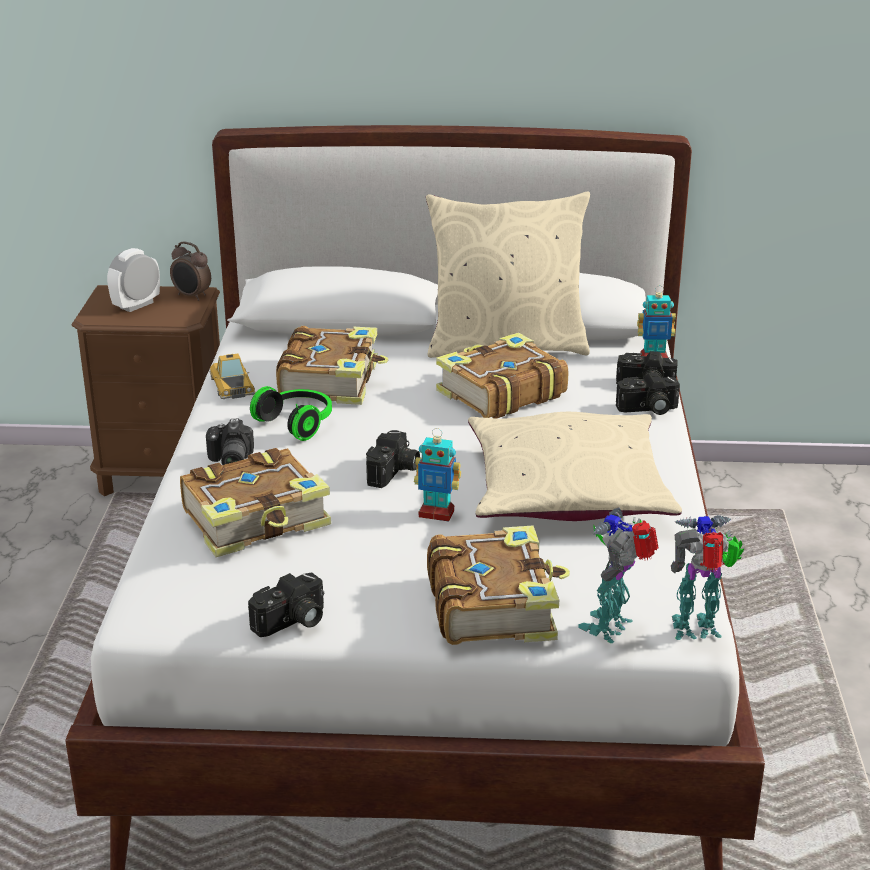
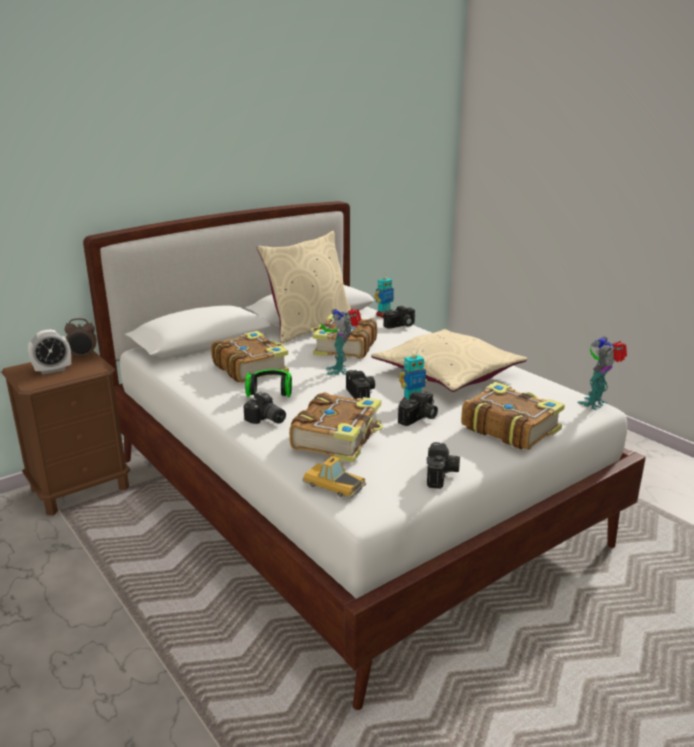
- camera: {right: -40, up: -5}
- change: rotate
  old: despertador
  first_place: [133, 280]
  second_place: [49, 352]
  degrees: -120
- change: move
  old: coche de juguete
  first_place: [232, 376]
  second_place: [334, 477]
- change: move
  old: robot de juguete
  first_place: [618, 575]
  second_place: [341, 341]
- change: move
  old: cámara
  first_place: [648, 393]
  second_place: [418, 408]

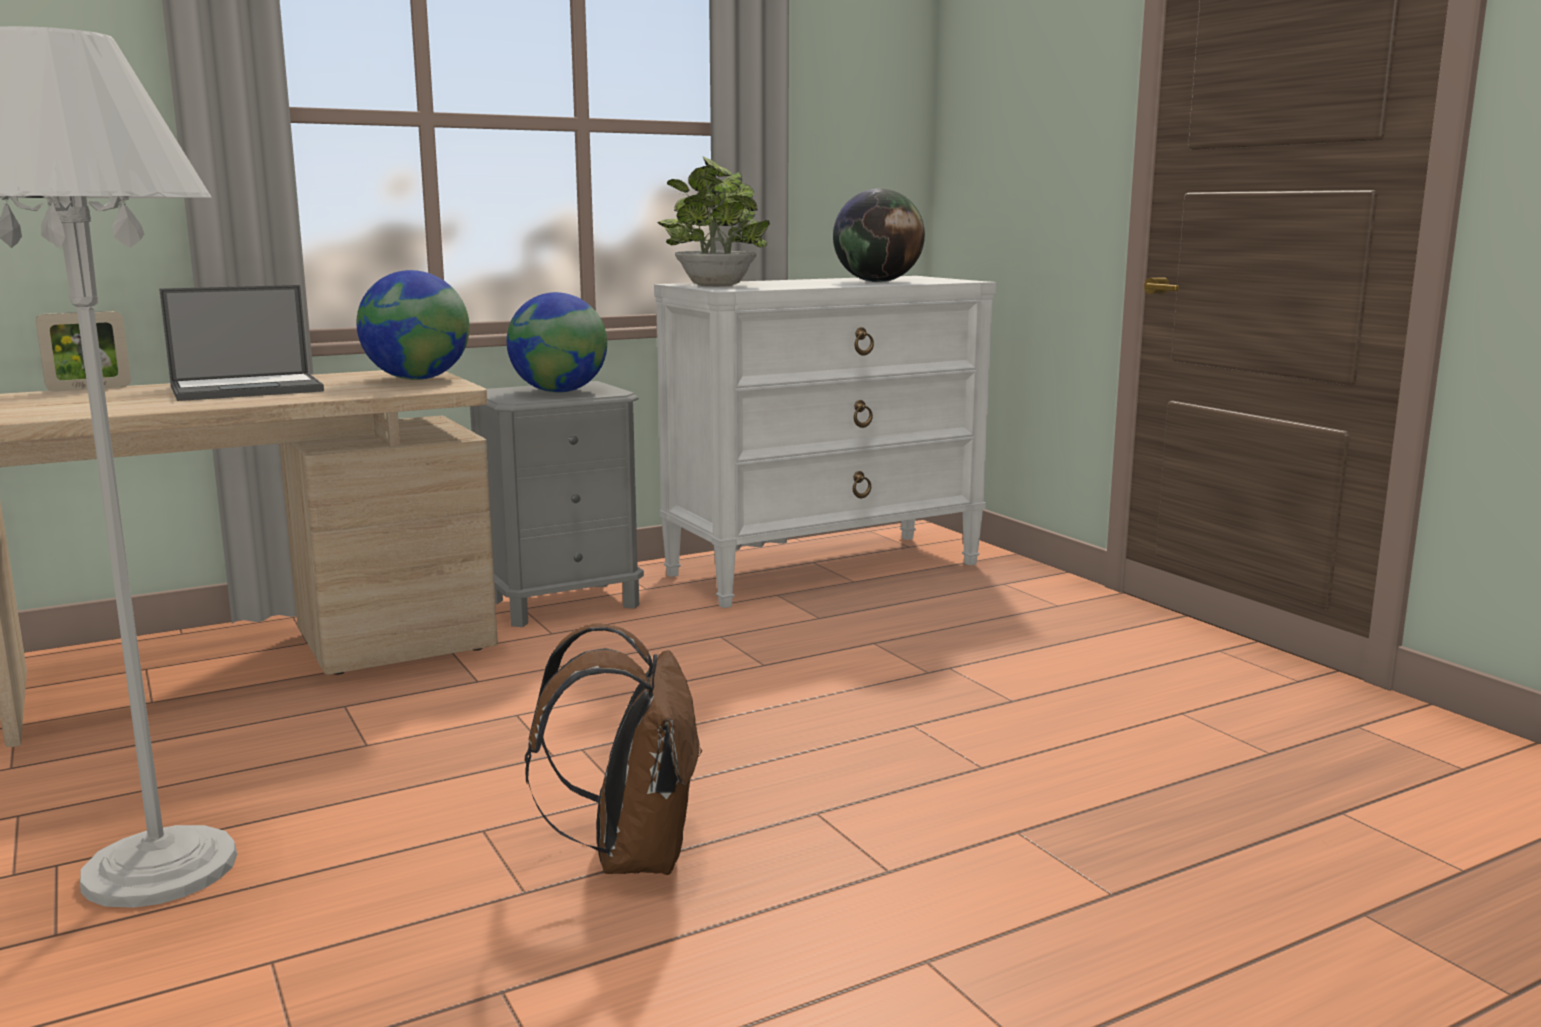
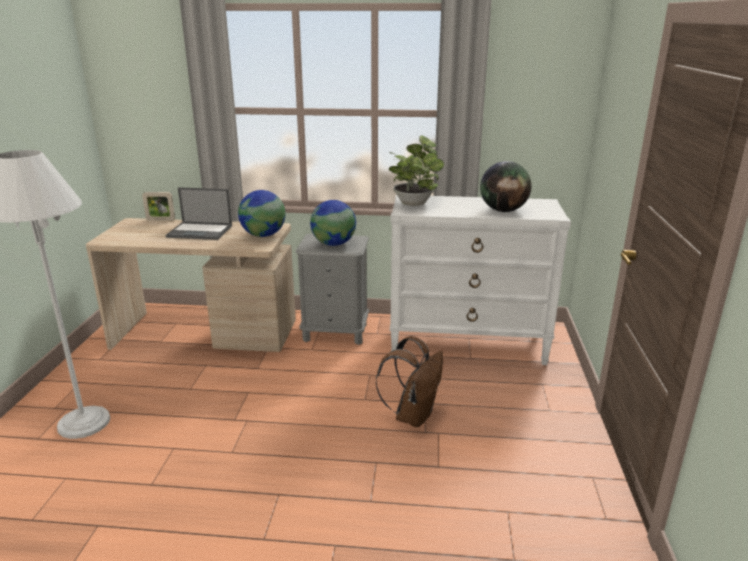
- camera: {right: 35, up: 10}
- change: move
  old: mochila/marrón
  first_place: [613, 749]
  second_place: [409, 381]

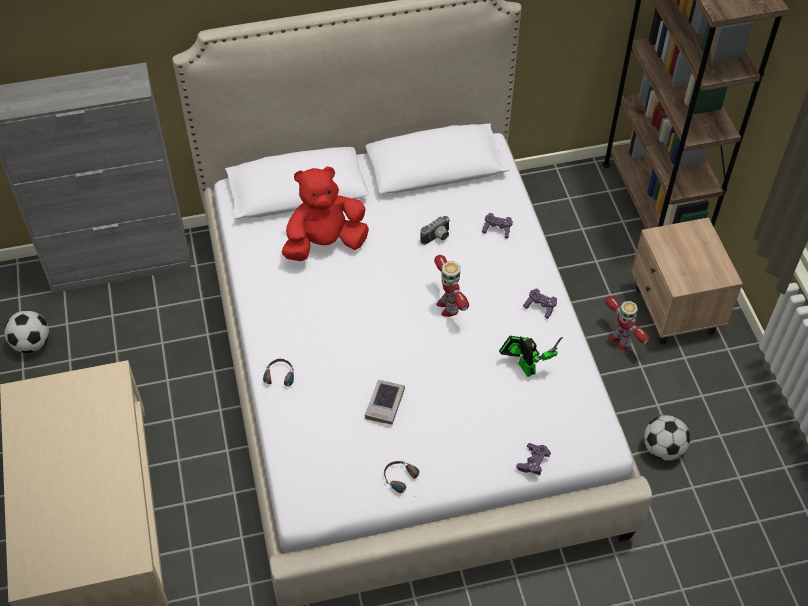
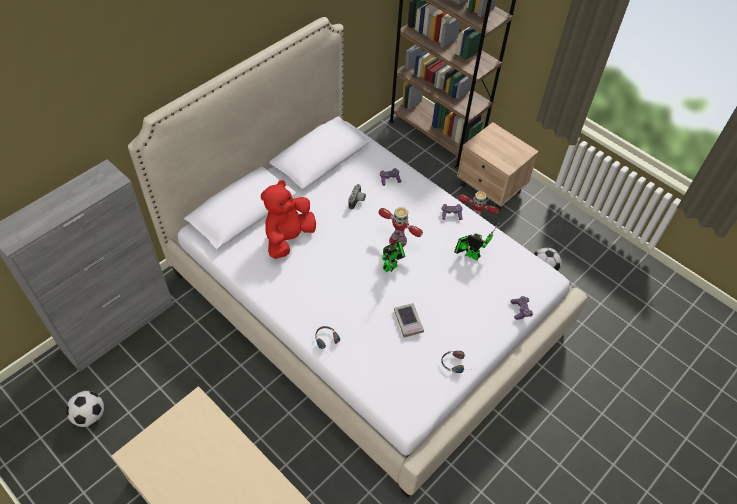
- camera: {right: -35, up: 0}
- change: insert
  new: robot de juguete
  second_place: [393, 256]

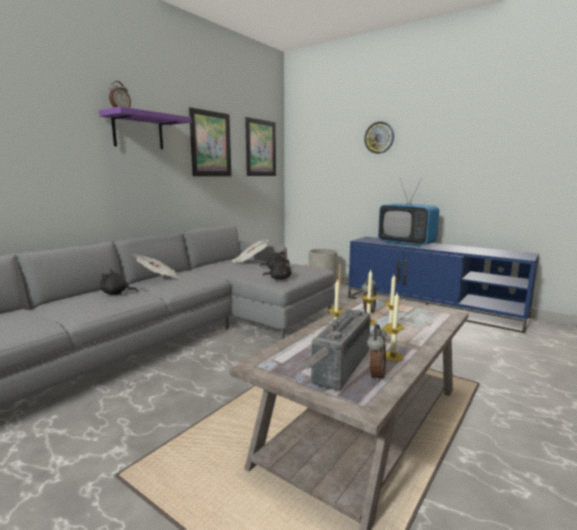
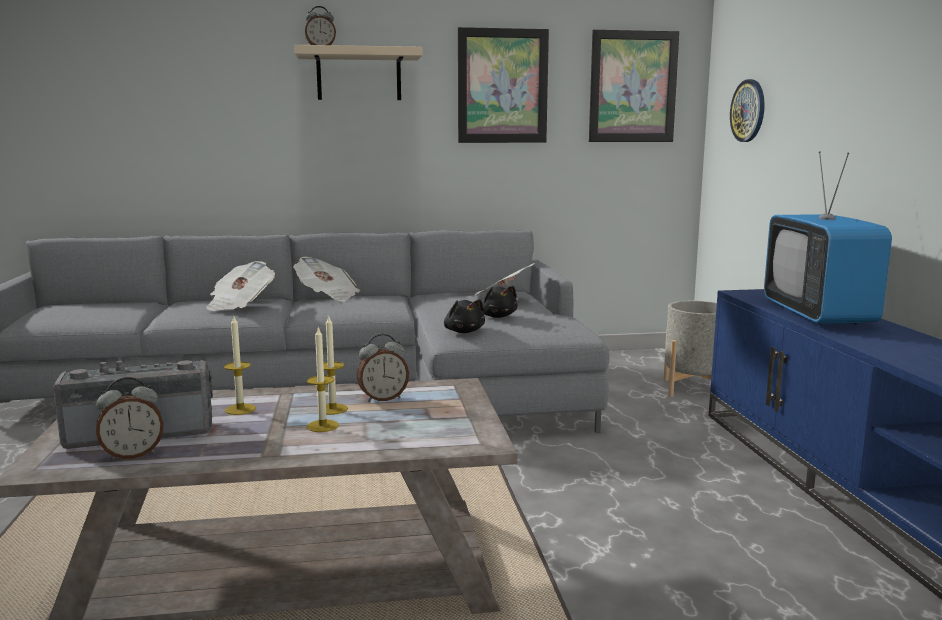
- camera: {right: 45, up: 0}
- change: recolor
  old: estante/morado
  new: estante/beis
  first_place: [145, 127]
  second_place: [358, 72]
- change: replace
  old: peluche/negro
  new: periódico
  first_place: [119, 282]
  second_place: [240, 286]
- change: move
  old: reloj de pared
  first_place: [379, 138]
  second_place: [747, 110]
- change: delete
  old: vela
  first_place: [395, 327]

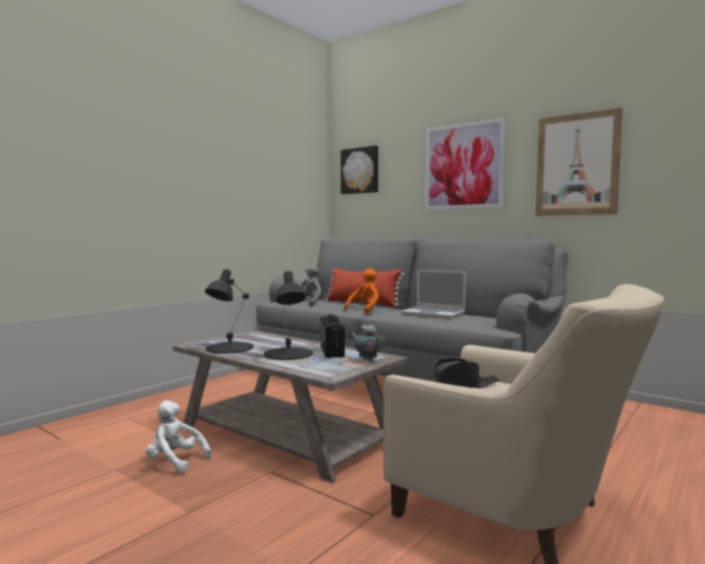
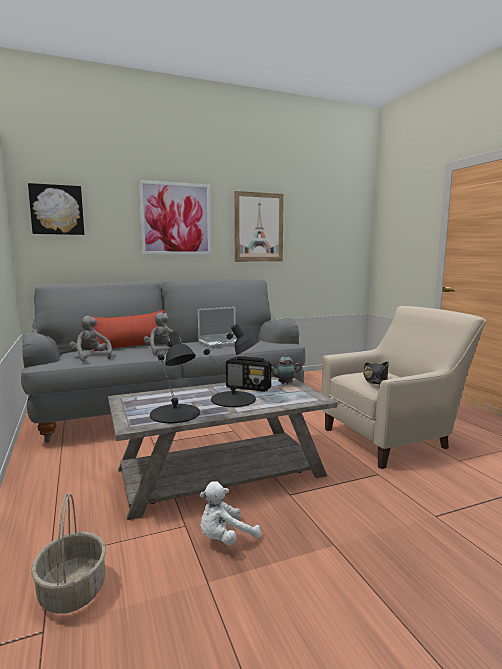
- camera: {right: -60, up: 5}
- change: recolor
  old: peluche/naranja
  new: peluche/gris
  first_place: [361, 291]
  second_place: [162, 333]
- change: insert
  new: cesta
  second_place: [68, 554]

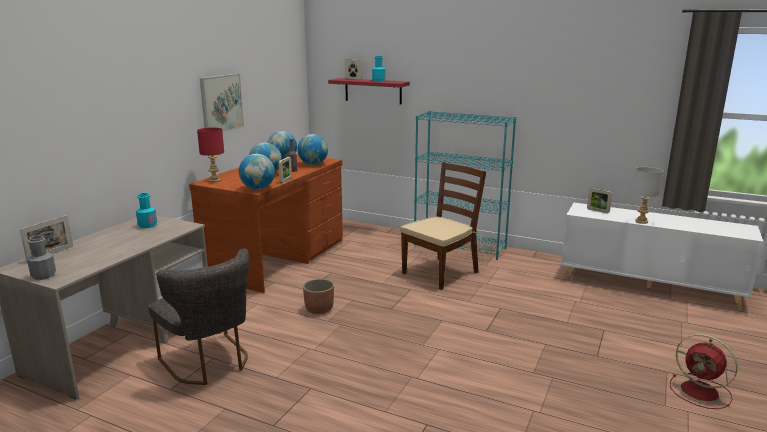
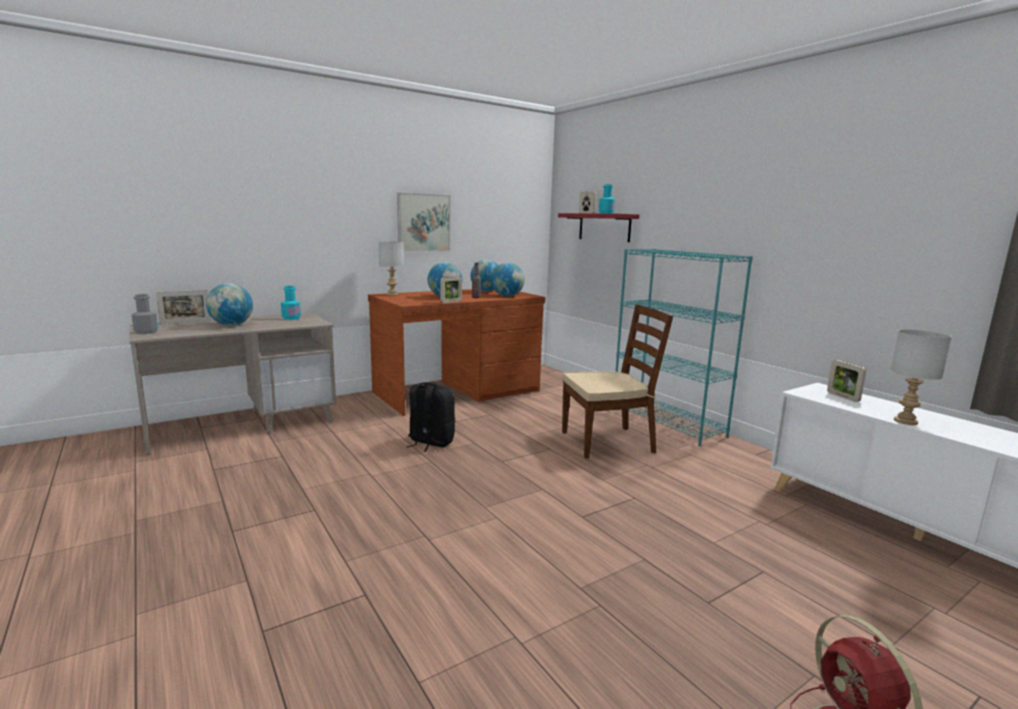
- camera: {right: 30, up: -5}
- change: delete
  old: silla/gris
  first_place: [198, 316]
- change: recolor
  old: lámpara de mesa/rojo
  new: lámpara de mesa/gris
  first_place: [210, 155]
  second_place: [391, 268]
- change: move
  old: globo terráqueo
  first_place: [257, 172]
  second_place: [229, 304]
- change: replace
  old: maceta
  new: mochila/negro
  first_place: [318, 296]
  second_place: [431, 417]

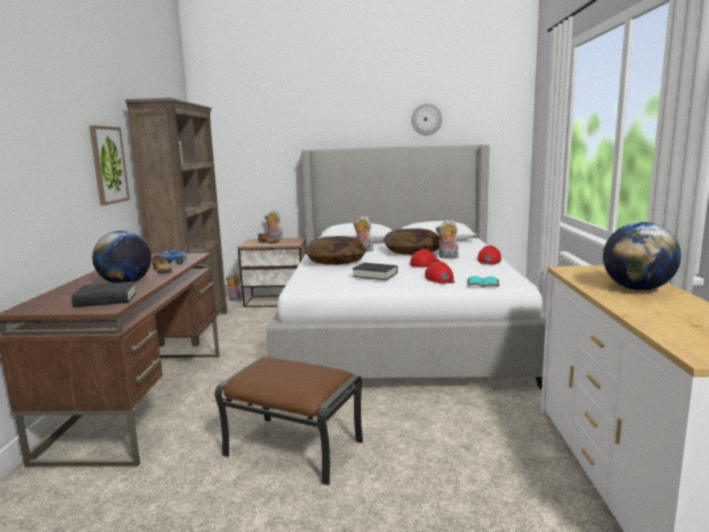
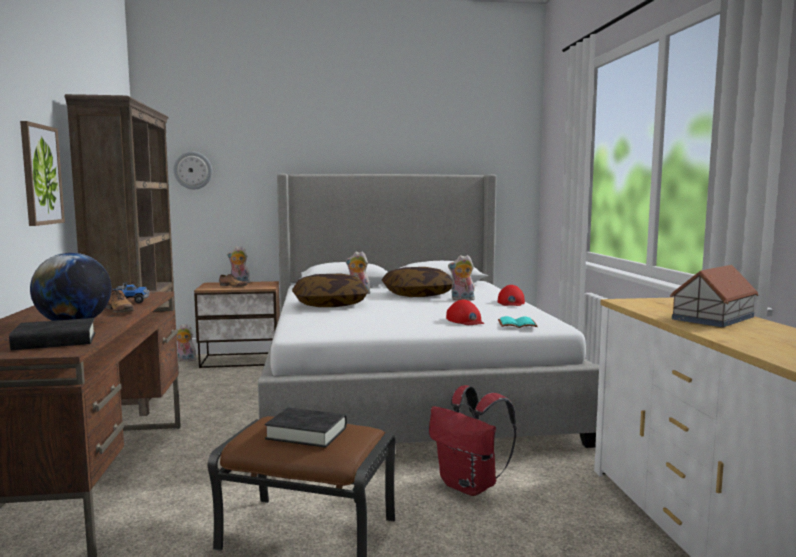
- camera: {right: -10, up: -5}
- change: move
  old: libro/negro
  first_place: [375, 271]
  second_place: [306, 428]
- change: delete
  old: gorra/rojo
  first_place: [425, 258]
- change: move
  old: reloj de pared
  first_place: [426, 119]
  second_place: [192, 170]
- change: replace
  old: globo terráqueo
  new: casita
  first_place: [642, 256]
  second_place: [714, 296]
- change: insert
  new: mochila/rojo
  second_place: [473, 440]

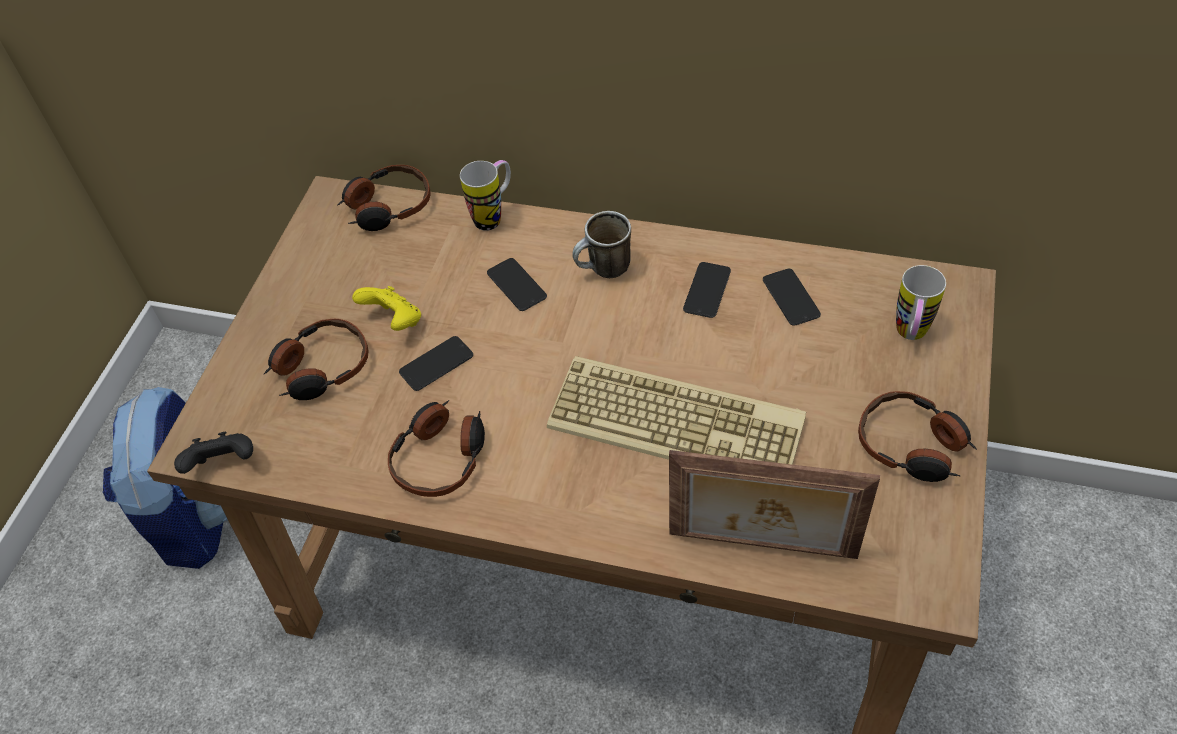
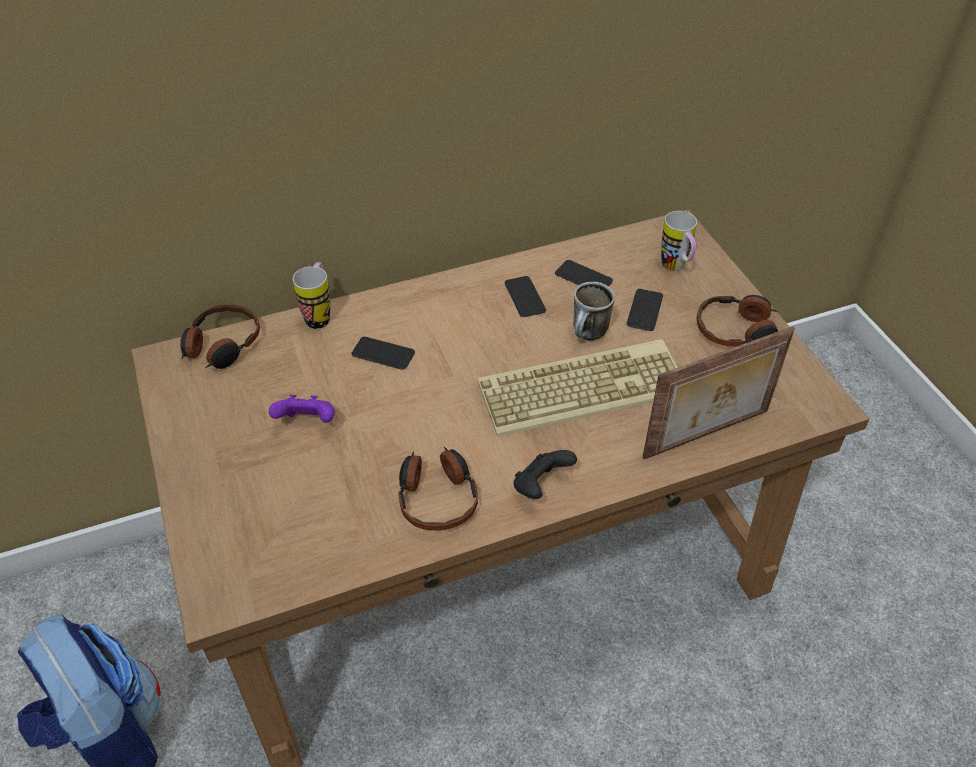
- camera: {right: -40, up: -5}
- change: move
  old: mando de consola/negro
  first_place: [213, 453]
  second_place: [545, 474]
- change: delete
  old: auriculares
  first_place: [316, 359]
- change: recolor
  old: mando de consola/amarillo
  new: mando de consola/morado
  first_place: [386, 308]
  second_place: [302, 409]
- change: move
  old: móvil
  first_place: [436, 363]
  second_place: [645, 310]
- change: move
  old: taza grande
  first_place: [601, 244]
  second_place: [594, 311]

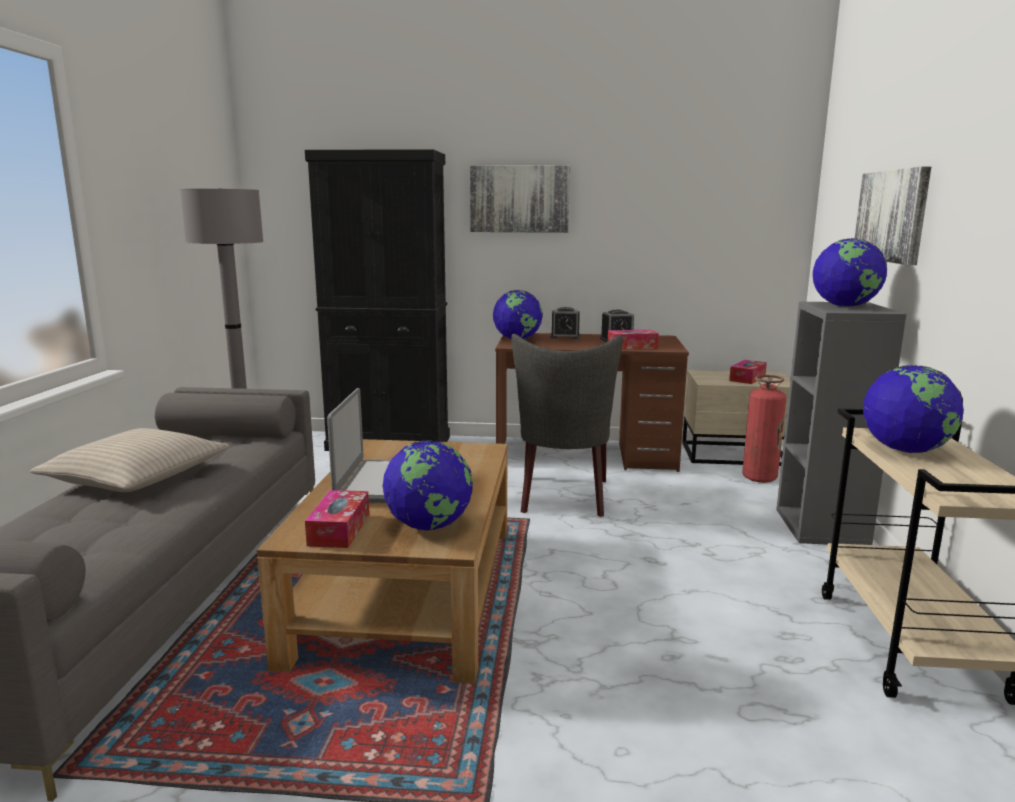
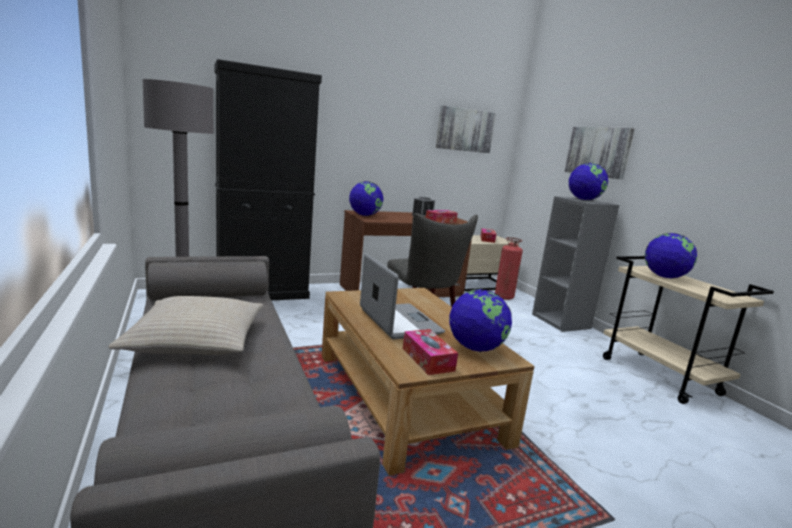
- camera: {right: -30, up: 0}
- change: move
  old: cuadro
  first_place: [520, 199]
  second_place: [466, 129]
- change: delete
  old: despertador
  first_place: [565, 323]

